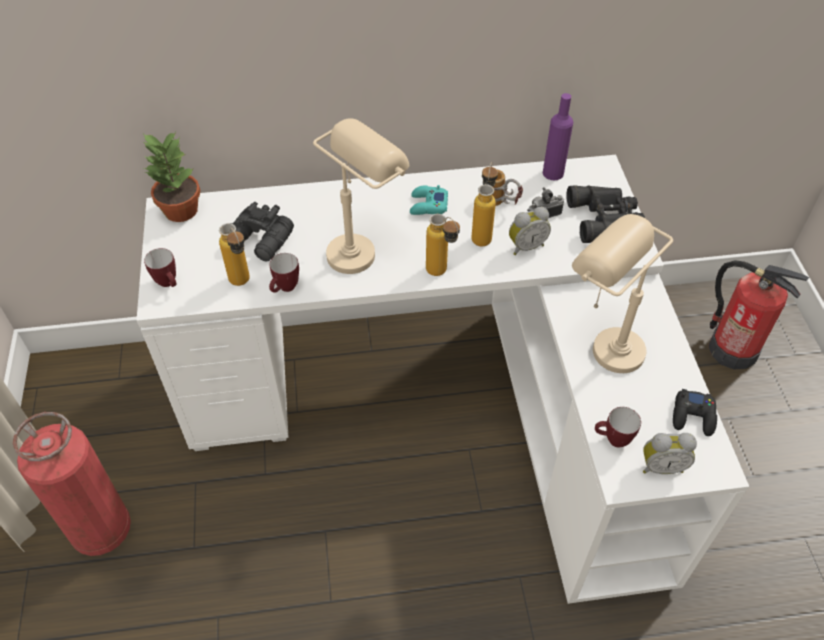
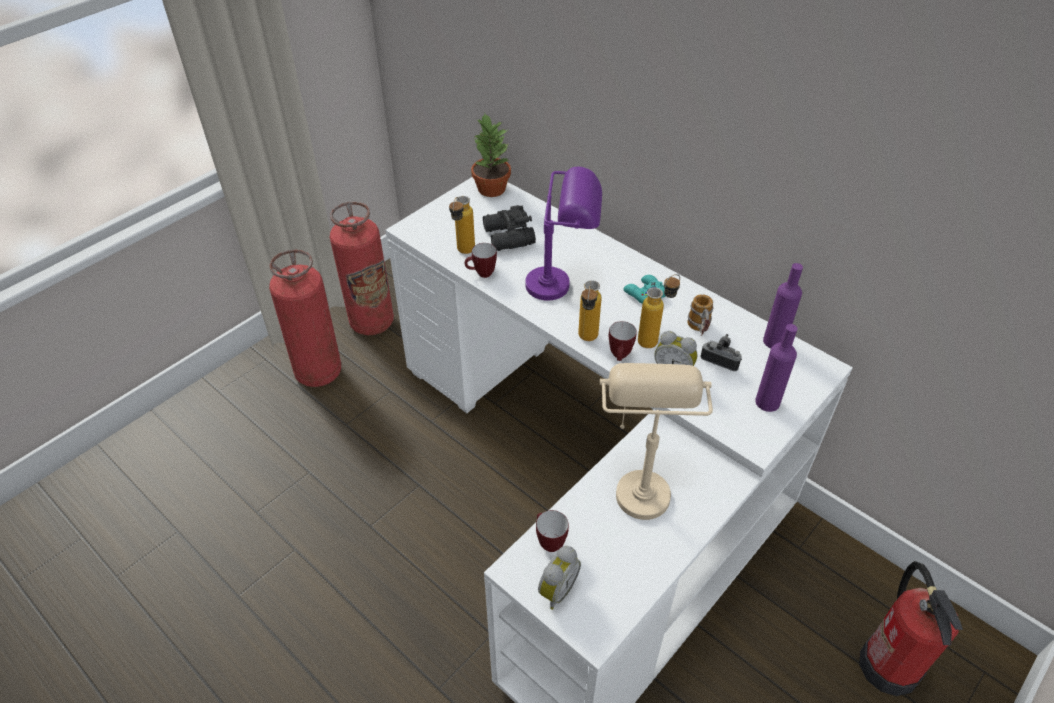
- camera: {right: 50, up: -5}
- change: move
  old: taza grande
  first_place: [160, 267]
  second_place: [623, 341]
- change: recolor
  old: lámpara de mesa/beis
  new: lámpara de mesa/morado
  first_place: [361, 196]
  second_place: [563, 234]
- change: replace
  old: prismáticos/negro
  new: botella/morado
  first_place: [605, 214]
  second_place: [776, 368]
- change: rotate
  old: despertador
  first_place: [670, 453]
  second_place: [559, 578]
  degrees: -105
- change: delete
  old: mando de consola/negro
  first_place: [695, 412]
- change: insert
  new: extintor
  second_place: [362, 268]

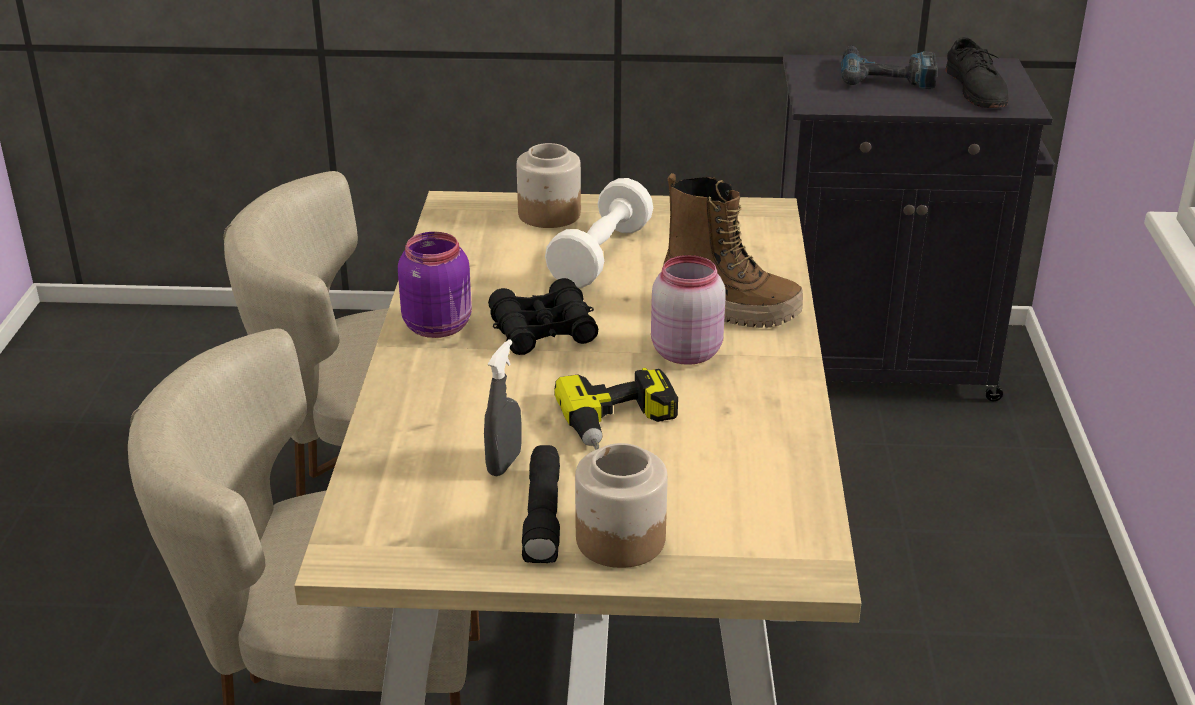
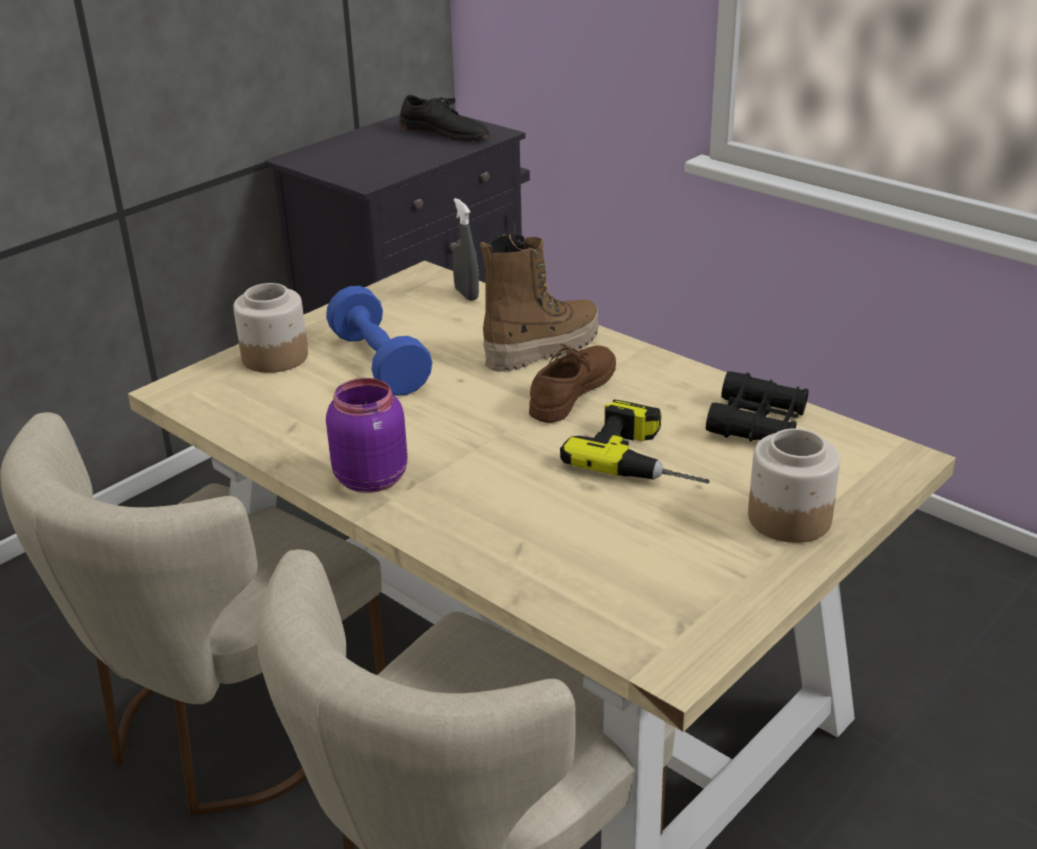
- camera: {right: -50, up: 0}
- change: move
  old: pulverizador/gris
  first_place: [503, 407]
  second_place: [465, 249]
- change: move
  old: prismáticos/negro
  first_place: [543, 316]
  second_place: [757, 406]
- change: delete
  old: linterna/negro
  first_place: [541, 504]
- change: recolor
  old: mancuerna/blanco
  new: mancuerna/azul
  first_place: [599, 233]
  second_place: [379, 341]
- change: replace
  old: tarro/rosa
  new: zapato/marrón
  first_place: [688, 310]
  second_place: [572, 383]
- change: delete
  old: taladro
  first_place: [889, 67]

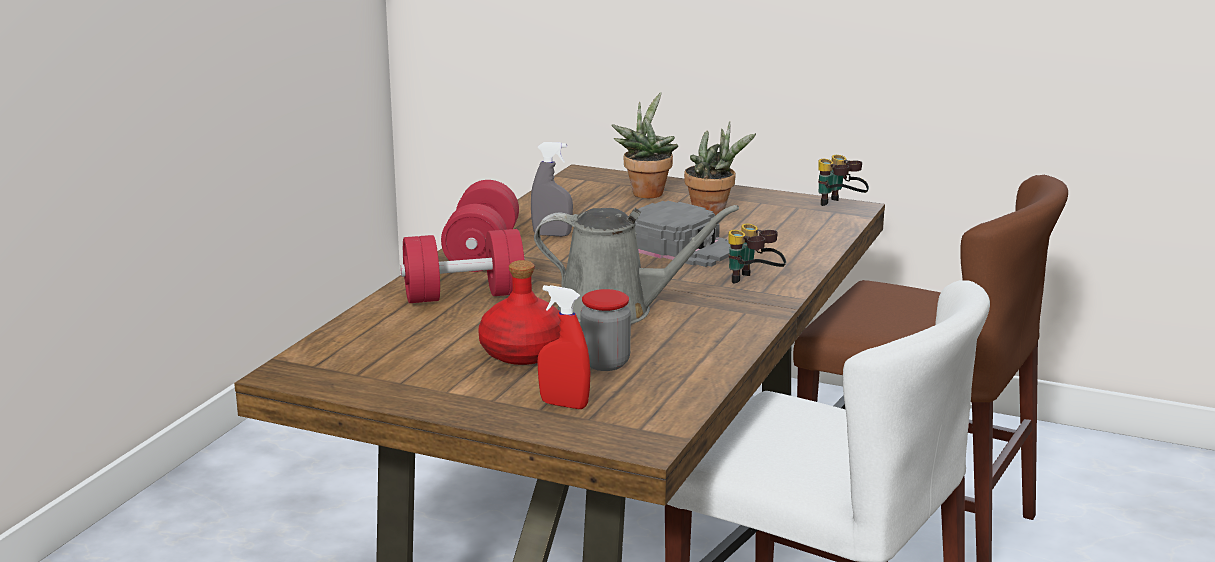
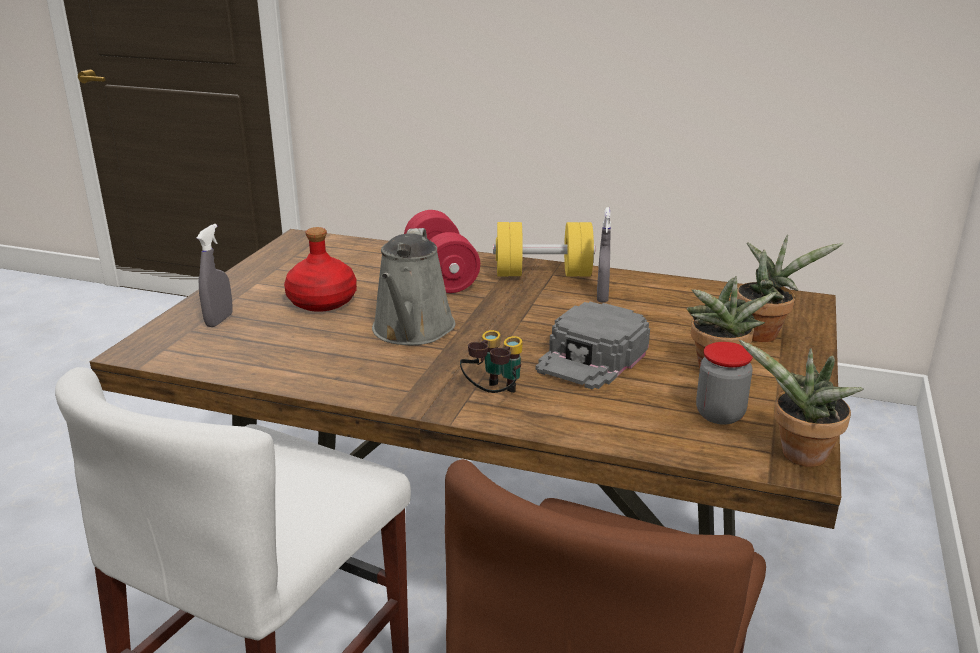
- camera: {right: 85, up: 5}
- change: recolor
  old: mancuerna/rojo
  new: mancuerna/amarillo
  first_place: [480, 226]
  second_place: [544, 249]
- change: recolor
  old: pulverizador/rojo
  new: pulverizador/gris
  first_place: [564, 347]
  second_place: [215, 275]
- change: move
  old: tarro
  first_place: [605, 330]
  second_place: [724, 383]
- change: replace
  old: prismáticos
  new: planta en maceta
  first_place: [843, 180]
  second_place: [801, 403]

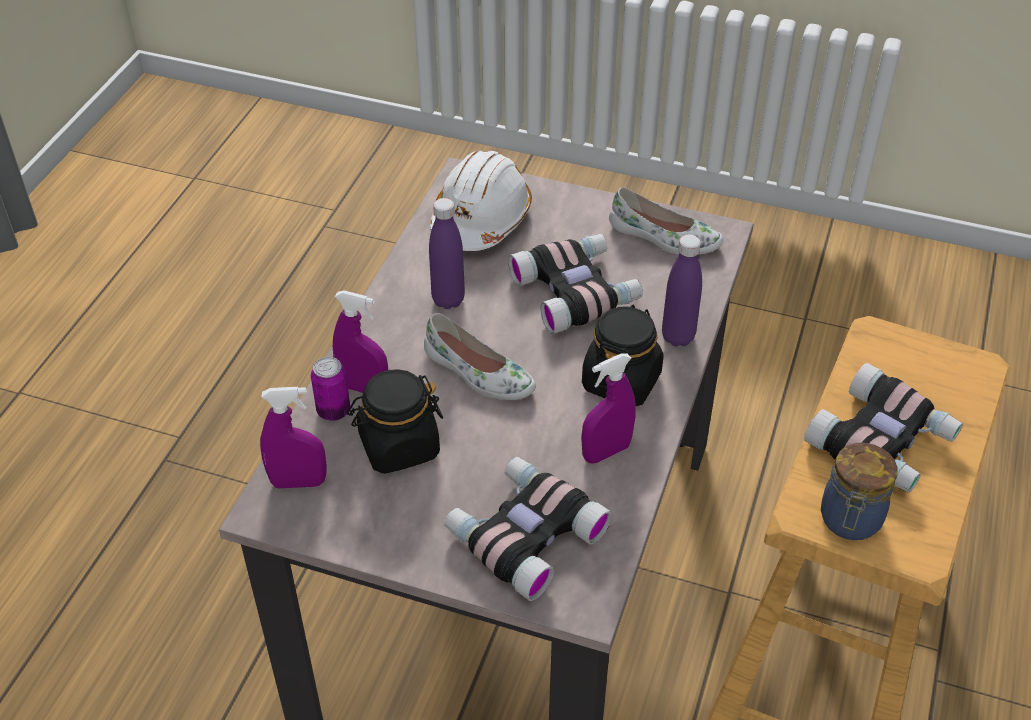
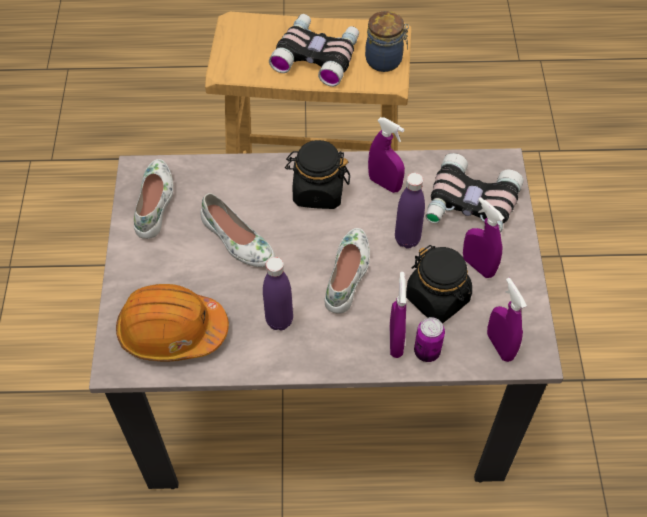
- camera: {right: -110, up: 10}
- change: recolor
  old: casco/blanco
  new: casco/naranja
  first_place: [481, 201]
  second_place: [172, 323]
- change: replace
  old: prismáticos
  new: zapato/blanco
  first_place: [575, 284]
  second_place: [238, 230]
- change: move
  old: botella/morado
  first_place: [682, 291]
  second_place: [410, 211]
- change: insert
  new: pulverizador/morado
  second_place: [483, 237]

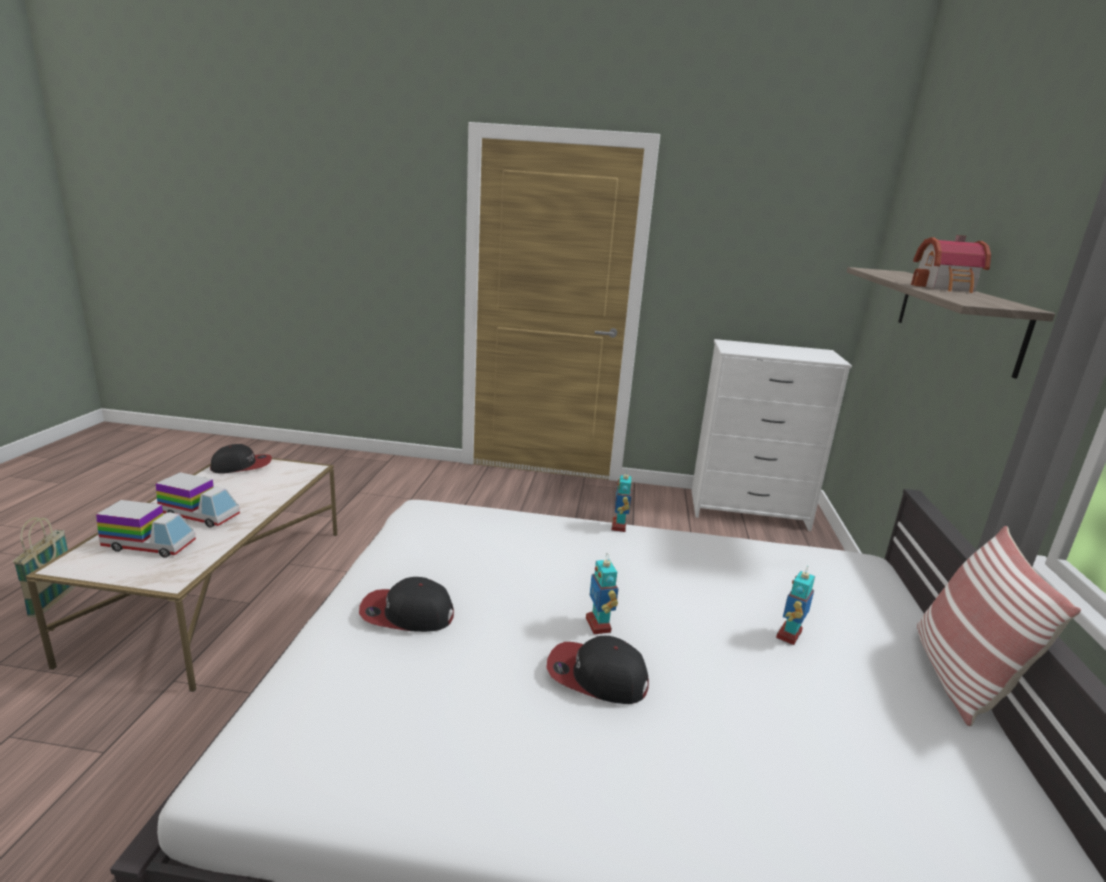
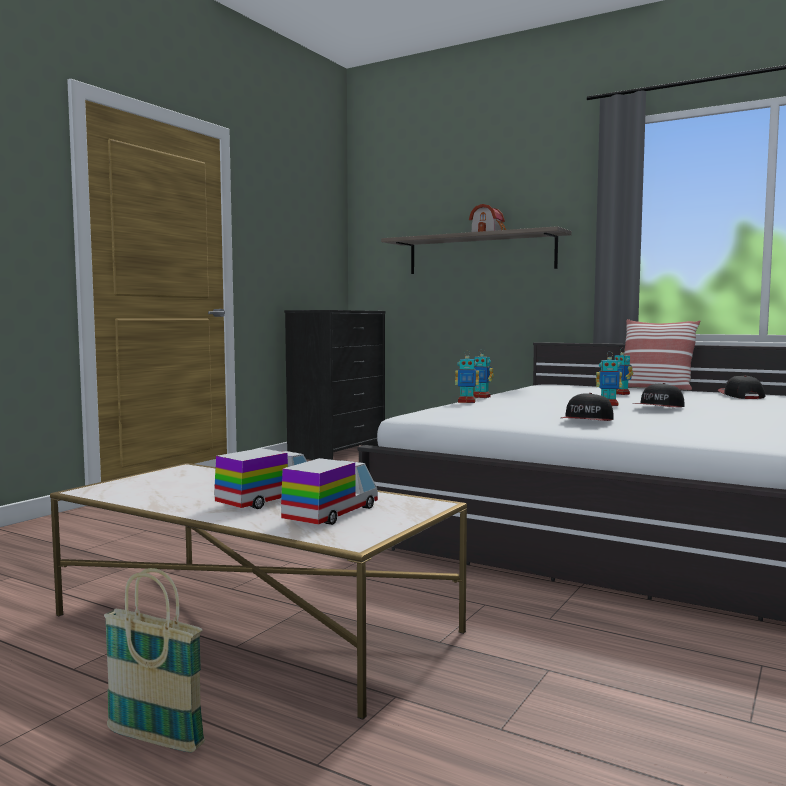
- camera: {right: -65, up: -15}
- change: move
  old: gorra
  first_place: [241, 459]
  second_place: [742, 387]
- change: recolor
  old: cómoda/blanco
  new: cómoda/negro
  first_place: [771, 435]
  second_place: [335, 385]
- change: insert
  new: robot de juguete
  second_place: [467, 377]

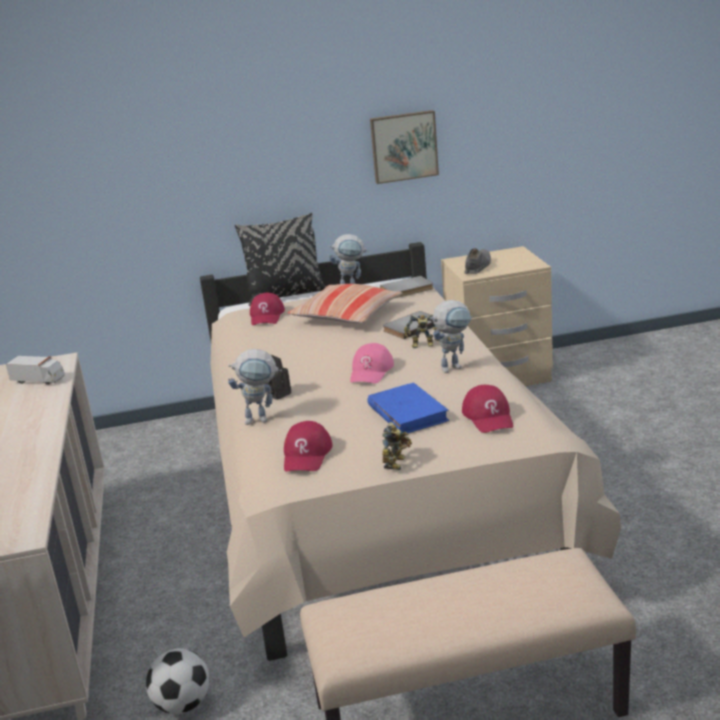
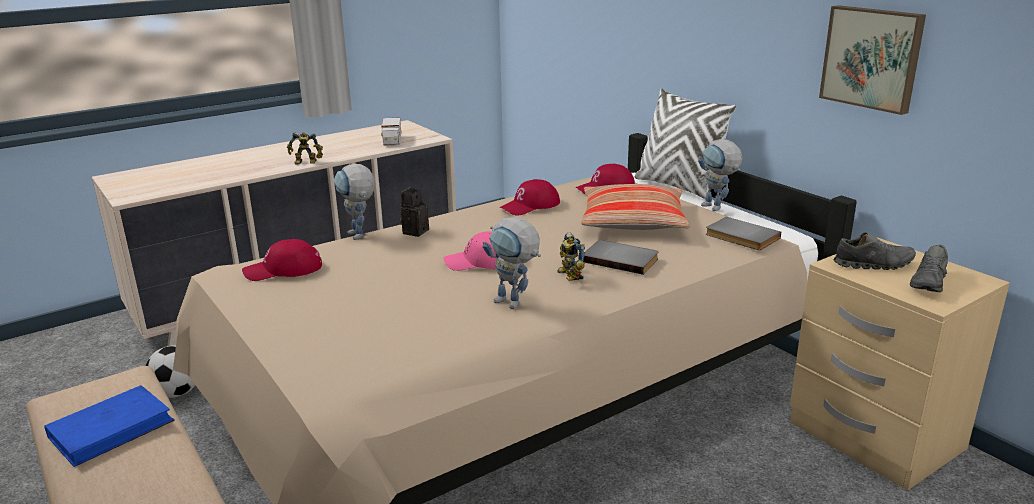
- camera: {right: 65, up: 0}
- change: recolor
  old: cojín/negro
  new: cojín/blanco
  first_place: [280, 259]
  second_place: [685, 143]
- change: move
  old: libro/azul
  first_place: [408, 408]
  second_place: [109, 426]
- change: move
  old: robot de juguete
  first_place: [397, 446]
  second_place: [305, 148]
- change: move
  old: gorra/rojo
  first_place: [487, 409]
  second_place: [530, 197]
- change: insert
  new: zapato/gris
  second_place: [929, 268]

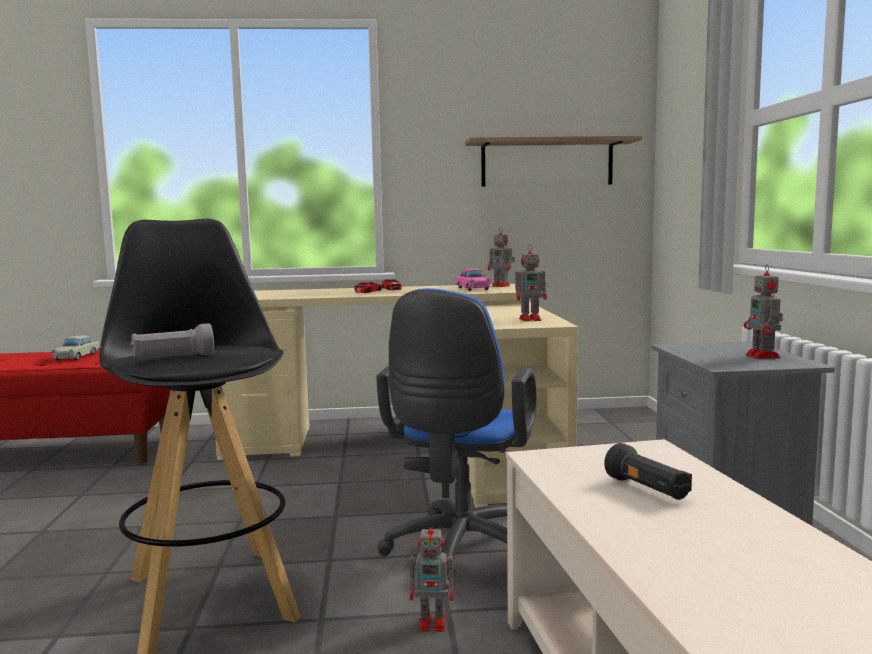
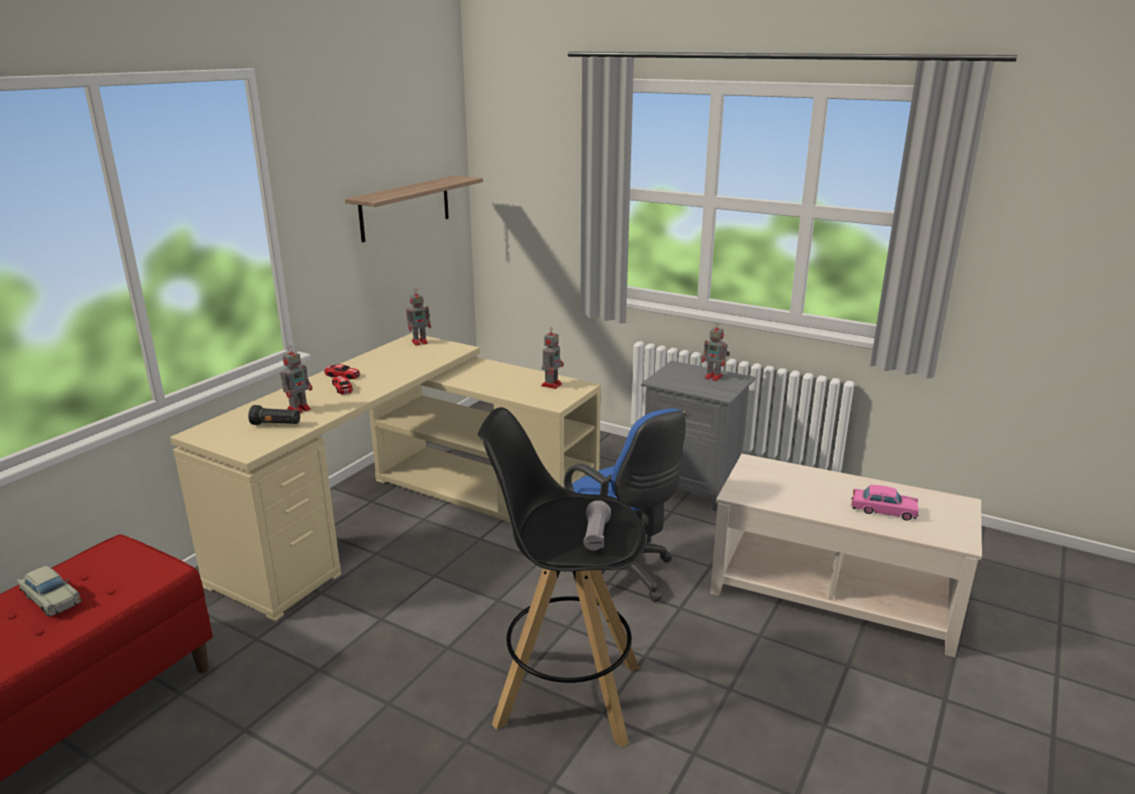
- camera: {right: -55, up: 15}
- change: move
  old: robot de juguete
  first_place: [433, 575]
  second_place: [296, 380]
- change: move
  old: coche de juguete/rosa
  first_place: [473, 280]
  second_place: [885, 503]
- change: move
  old: linterna/negro
  first_place: [648, 471]
  second_place: [274, 415]

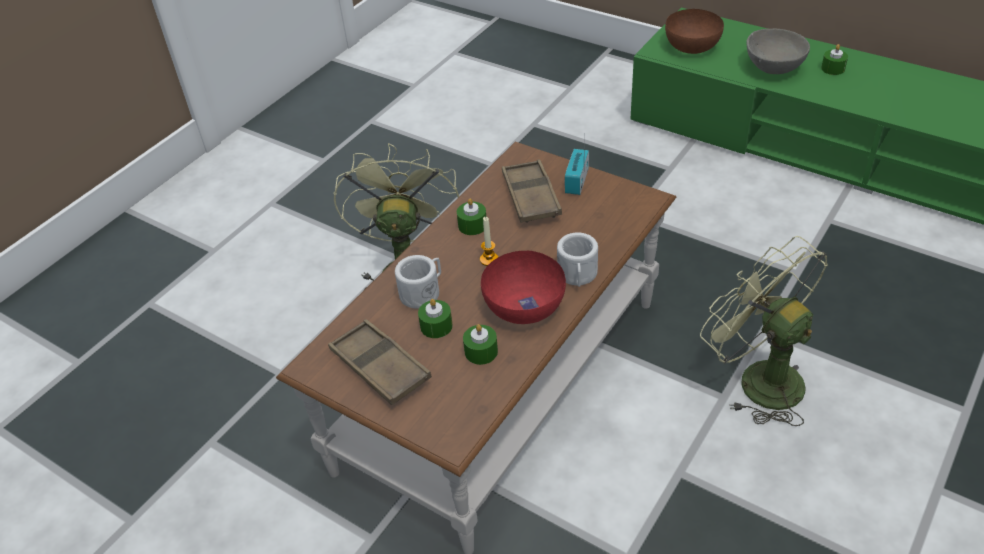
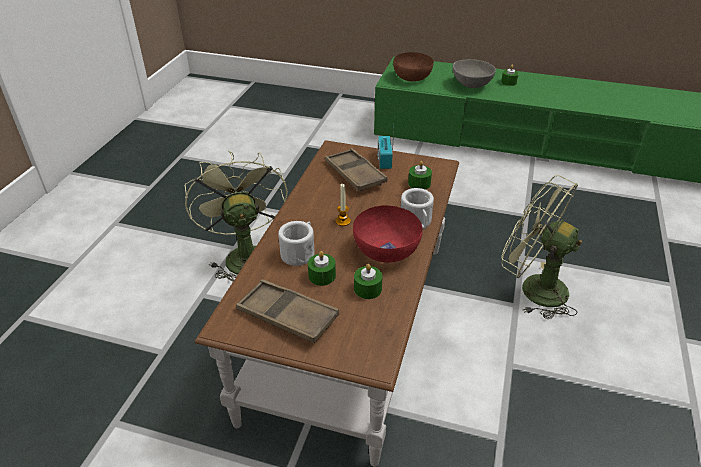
- camera: {right: -20, up: -5}
- change: move
  old: vela/verde
  first_place: [471, 216]
  second_place: [420, 175]

